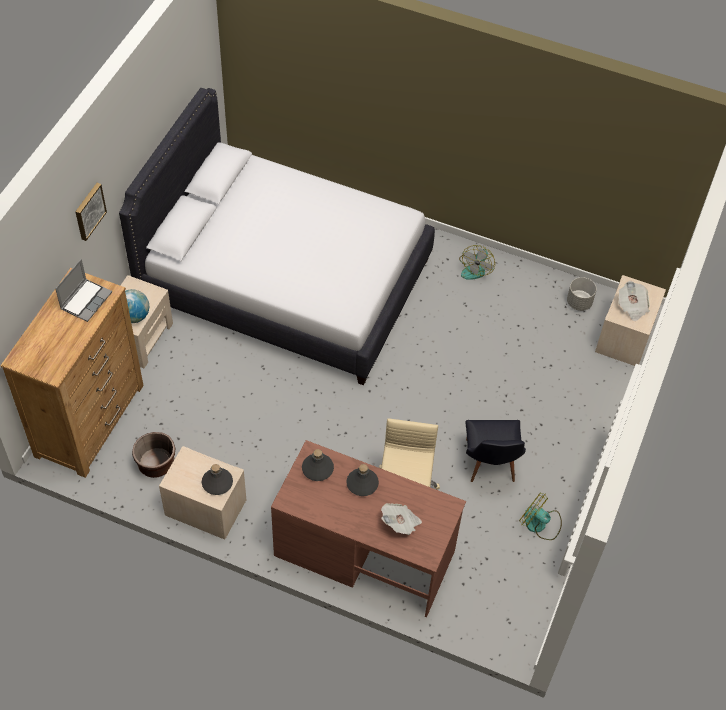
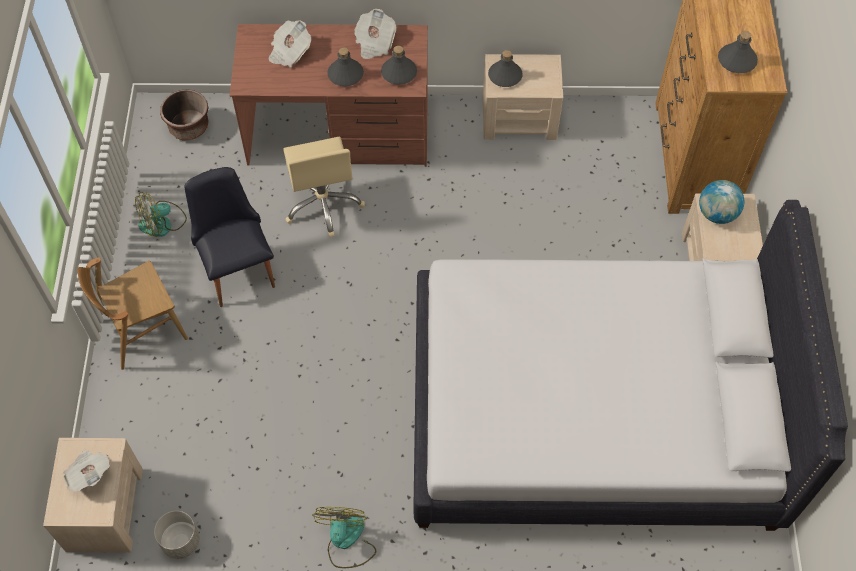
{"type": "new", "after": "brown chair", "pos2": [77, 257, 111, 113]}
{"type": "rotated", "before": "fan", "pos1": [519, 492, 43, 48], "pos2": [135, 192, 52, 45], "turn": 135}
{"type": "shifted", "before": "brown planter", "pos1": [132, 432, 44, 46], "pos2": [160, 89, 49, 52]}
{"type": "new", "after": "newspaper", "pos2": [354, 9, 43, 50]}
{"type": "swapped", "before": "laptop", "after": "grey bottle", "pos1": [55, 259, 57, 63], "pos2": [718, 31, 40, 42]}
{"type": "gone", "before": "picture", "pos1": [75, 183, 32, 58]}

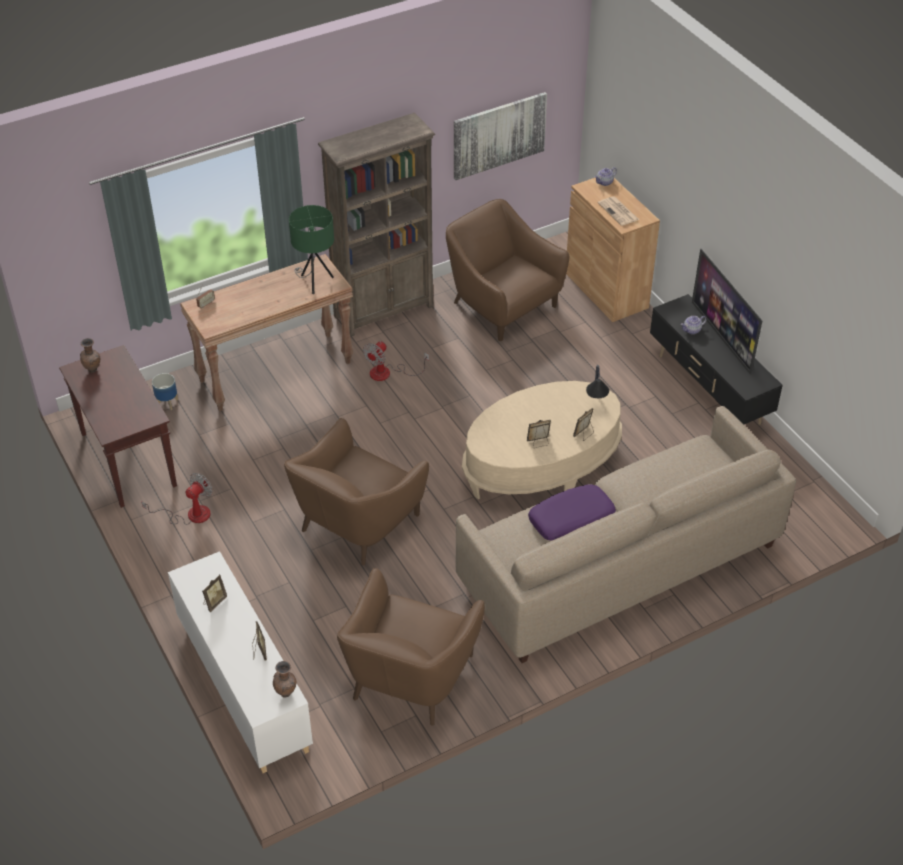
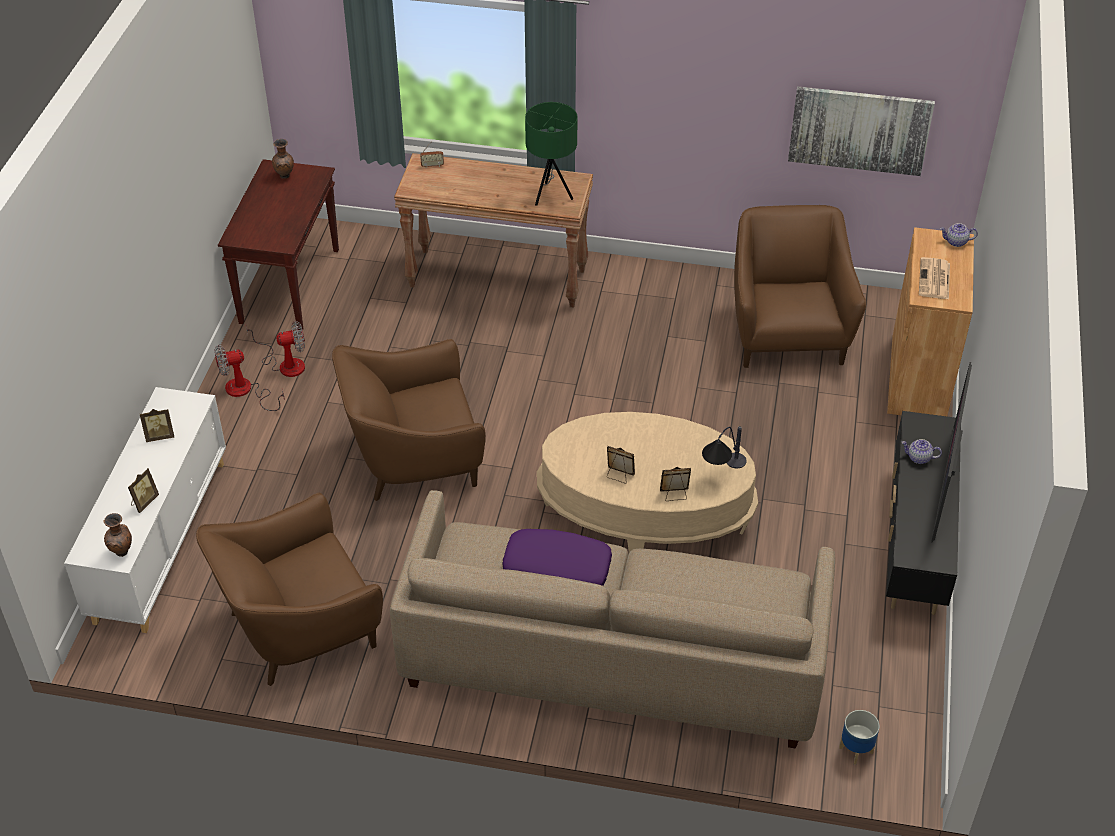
{"type": "shifted", "before": "fan", "pos1": [363, 341, 66, 40], "pos2": [214, 345, 71, 66]}
{"type": "shifted", "before": "planter", "pos1": [152, 373, 26, 37], "pos2": [839, 710, 41, 55]}
{"type": "gone", "before": "brown bookcase", "pos1": [318, 113, 117, 224]}

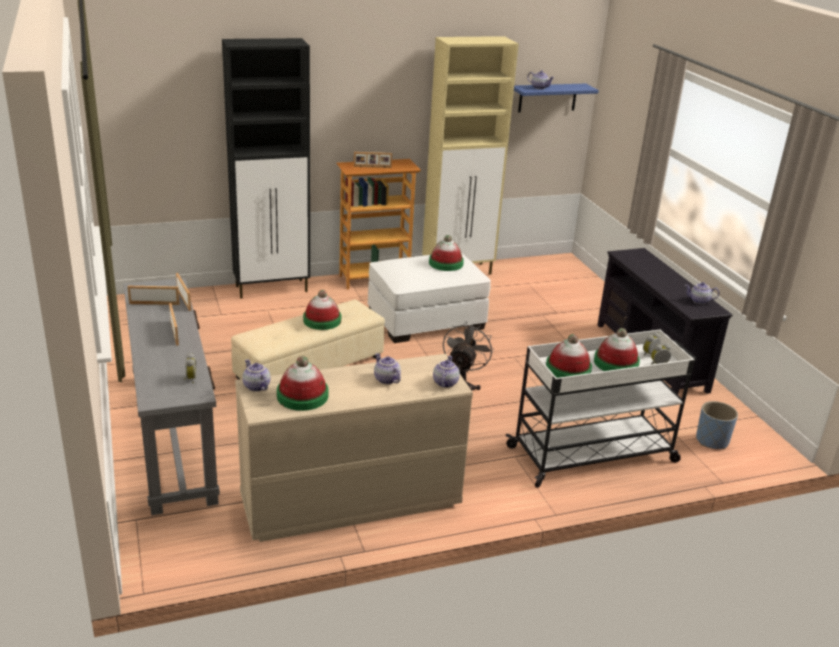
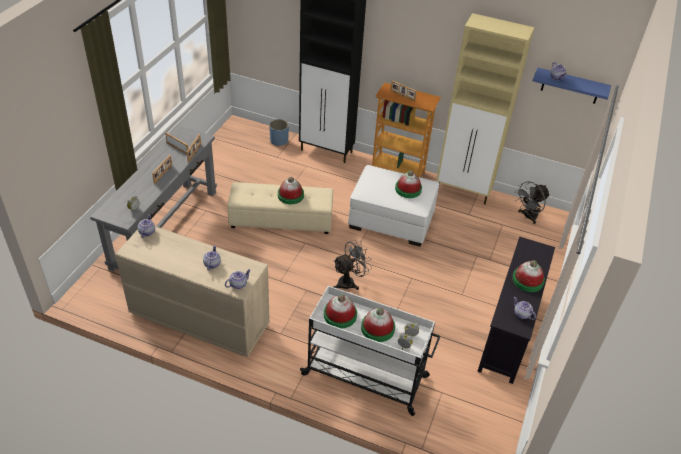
{"type": "shifted", "before": "blue planter", "pos1": [696, 401, 42, 48], "pos2": [269, 119, 20, 27]}
{"type": "shifted", "before": "hat", "pos1": [277, 356, 52, 55], "pos2": [512, 260, 33, 32]}
{"type": "new", "after": "grey fan", "pos2": [515, 181, 35, 43]}

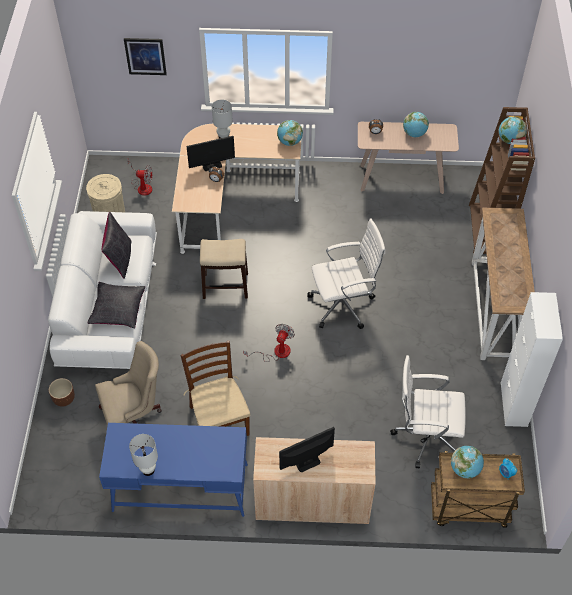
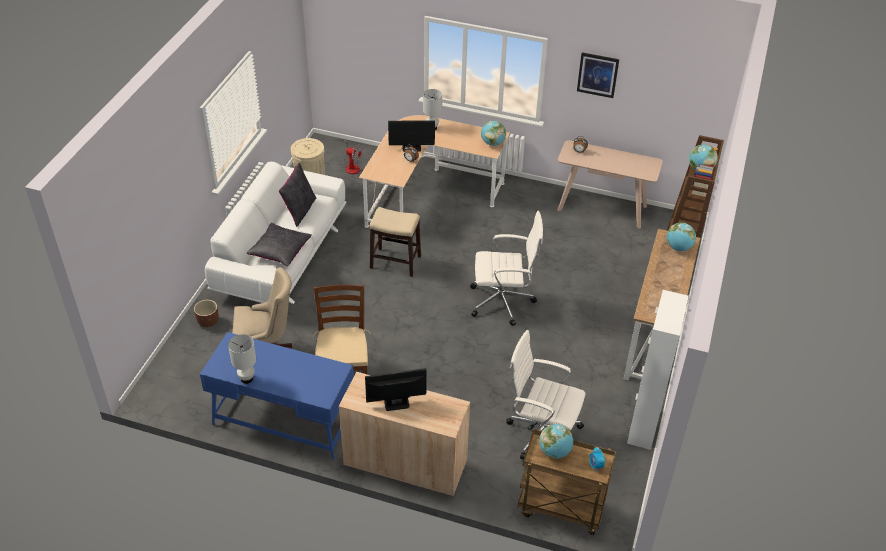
{"type": "shifted", "before": "picture", "pos1": [124, 38, 43, 37], "pos2": [577, 52, 42, 46]}
{"type": "shifted", "before": "globe", "pos1": [403, 112, 26, 25], "pos2": [667, 223, 29, 28]}
{"type": "gone", "before": "fan", "pos1": [243, 324, 52, 38]}

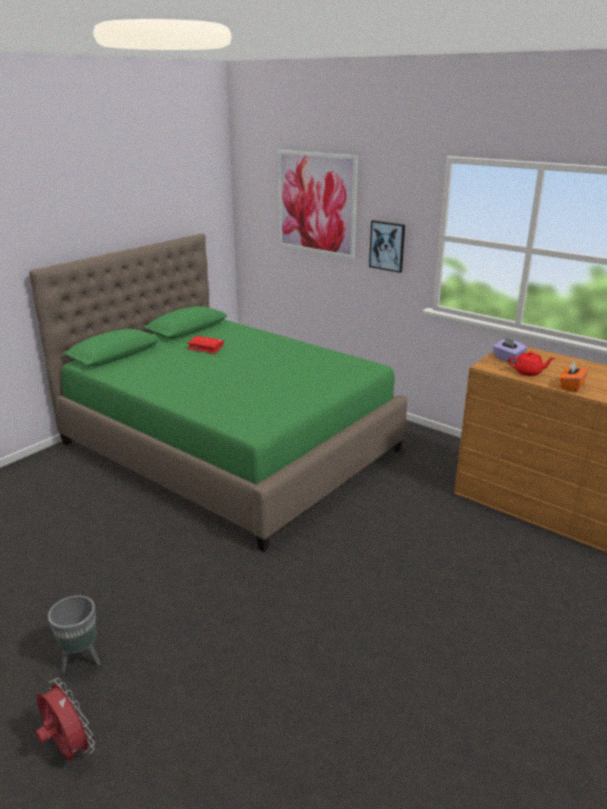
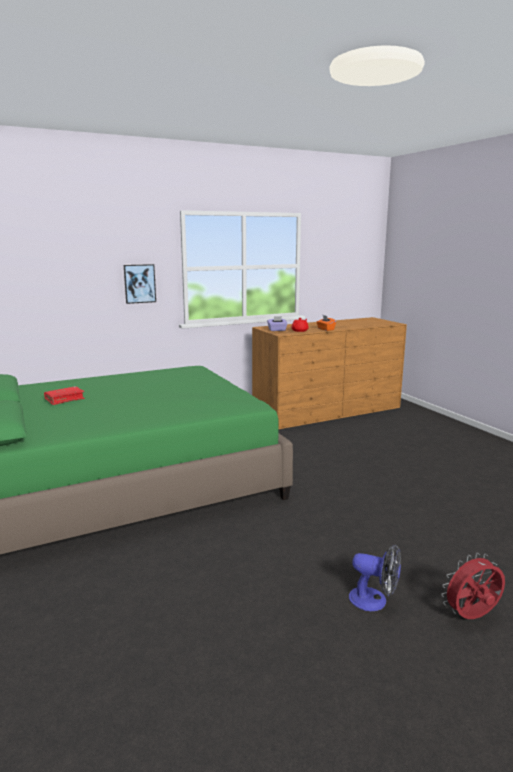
{"type": "swapped", "before": "grey planter", "after": "fan", "pos1": [48, 595, 53, 78], "pos2": [349, 544, 52, 67]}
{"type": "gone", "before": "picture", "pos1": [278, 150, 80, 109]}

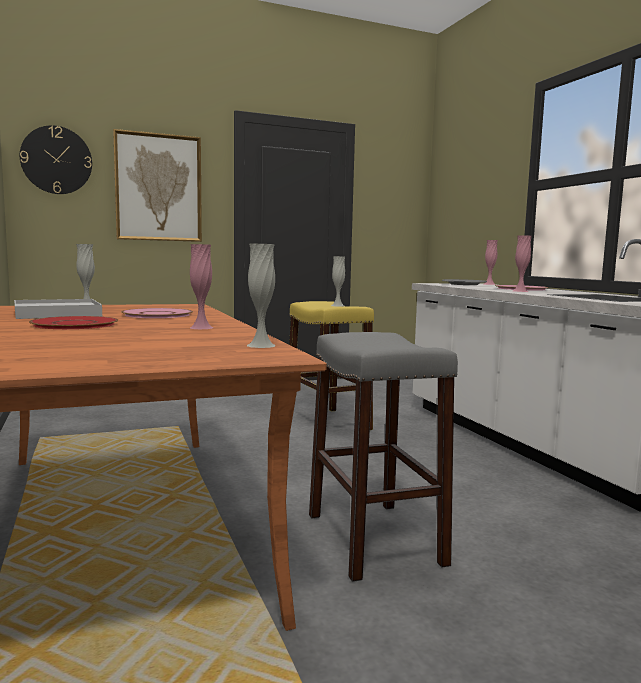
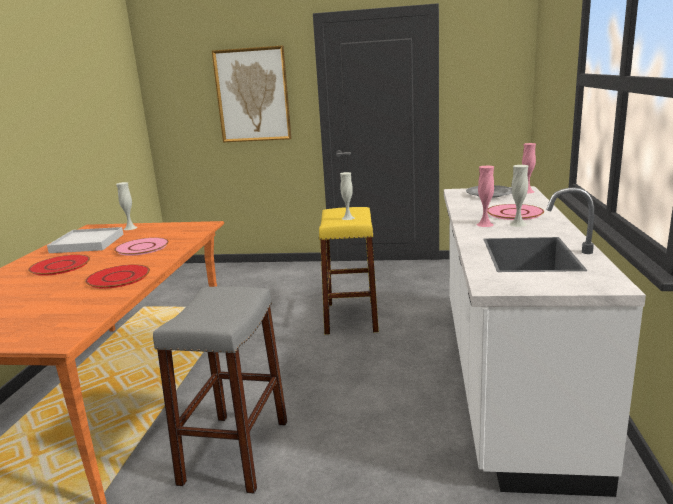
{"type": "swapped", "before": "pink vase", "after": "red plate", "pos1": [190, 244, 23, 85], "pos2": [85, 264, 65, 25]}
{"type": "shifted", "before": "white vase", "pos1": [247, 244, 28, 104], "pos2": [509, 165, 20, 62]}
{"type": "gone", "before": "wall clock", "pos1": [20, 125, 72, 69]}

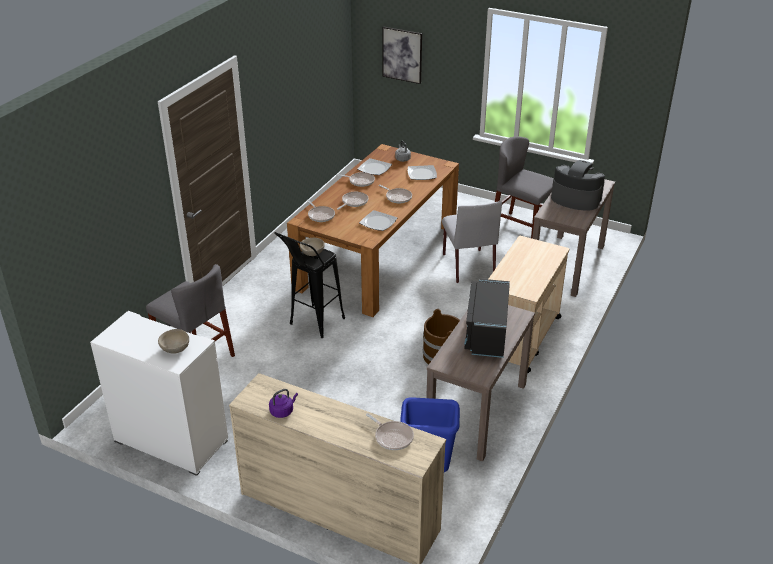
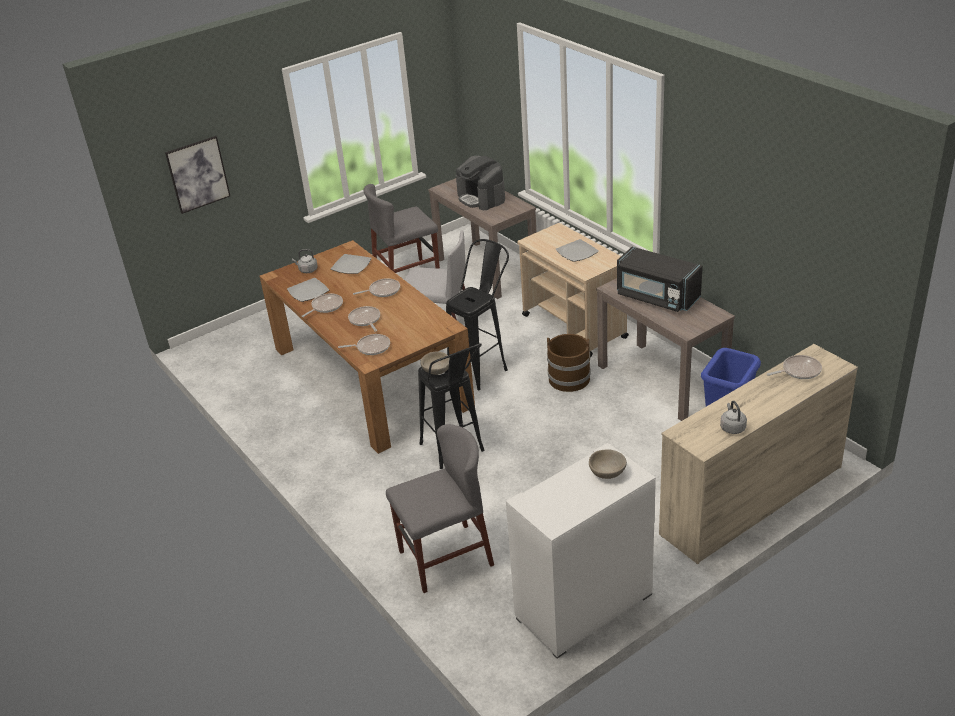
{"type": "new", "after": "black stool", "pos2": [446, 239, 63, 151]}
{"type": "rotated", "before": "coffee machine", "pos1": [551, 160, 54, 51], "pos2": [456, 156, 49, 54], "turn": -90}
{"type": "shifted", "before": "plate", "pos1": [359, 210, 38, 21], "pos2": [555, 239, 44, 23]}
{"type": "repainted", "before": "purple kettle", "after": "grey kettle", "pos1": [269, 389, 29, 29], "pos2": [720, 401, 27, 33]}

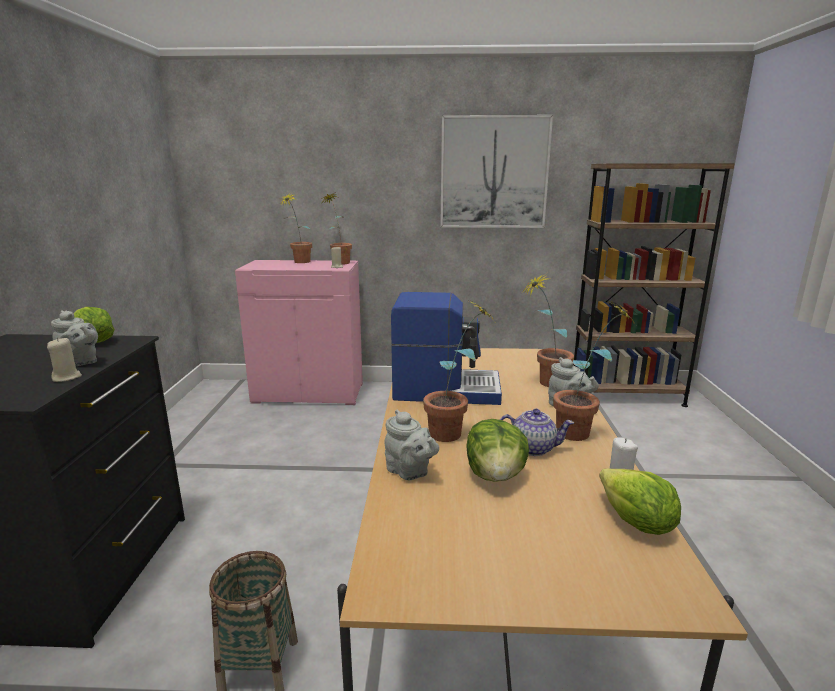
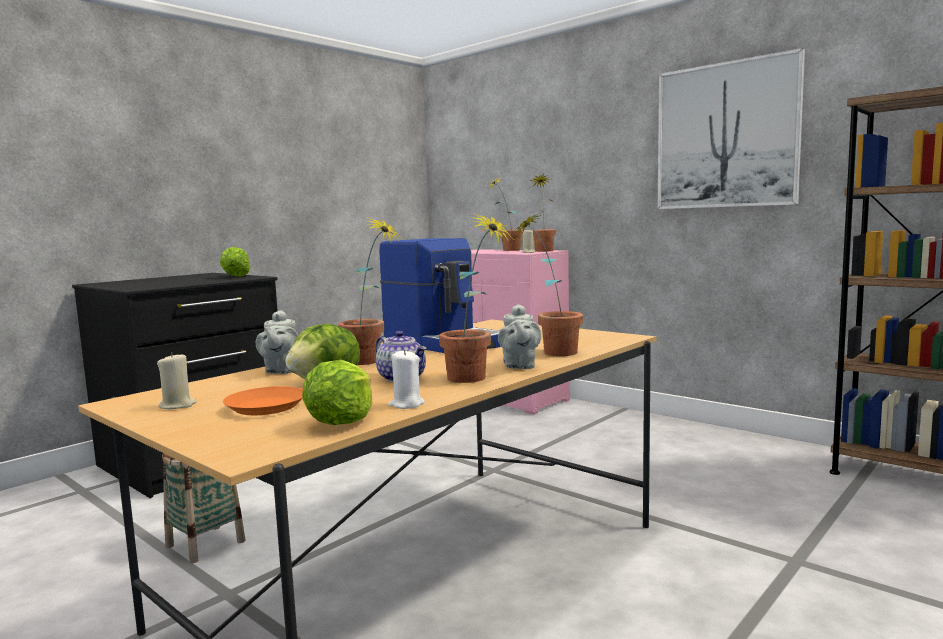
{"type": "shifted", "before": "beige candle", "pos1": [47, 337, 35, 45], "pos2": [157, 352, 40, 57]}
{"type": "new", "after": "orange plate", "pos2": [223, 386, 80, 29]}
{"type": "gone", "before": "grey teapot", "pos1": [51, 310, 47, 56]}

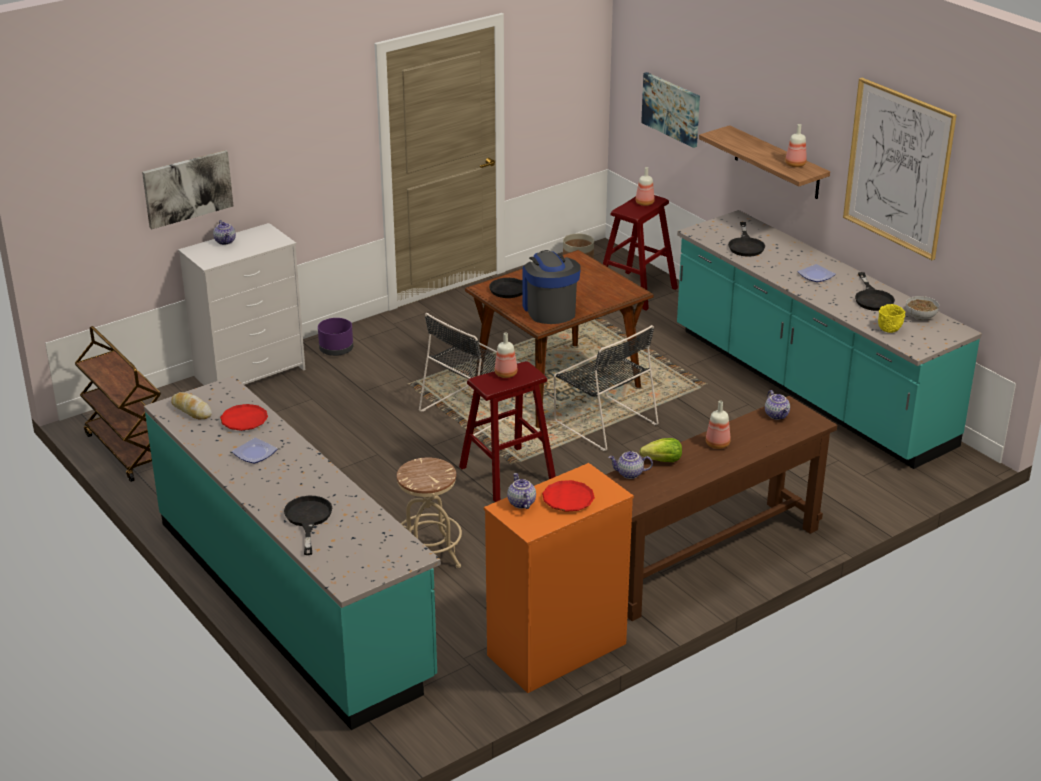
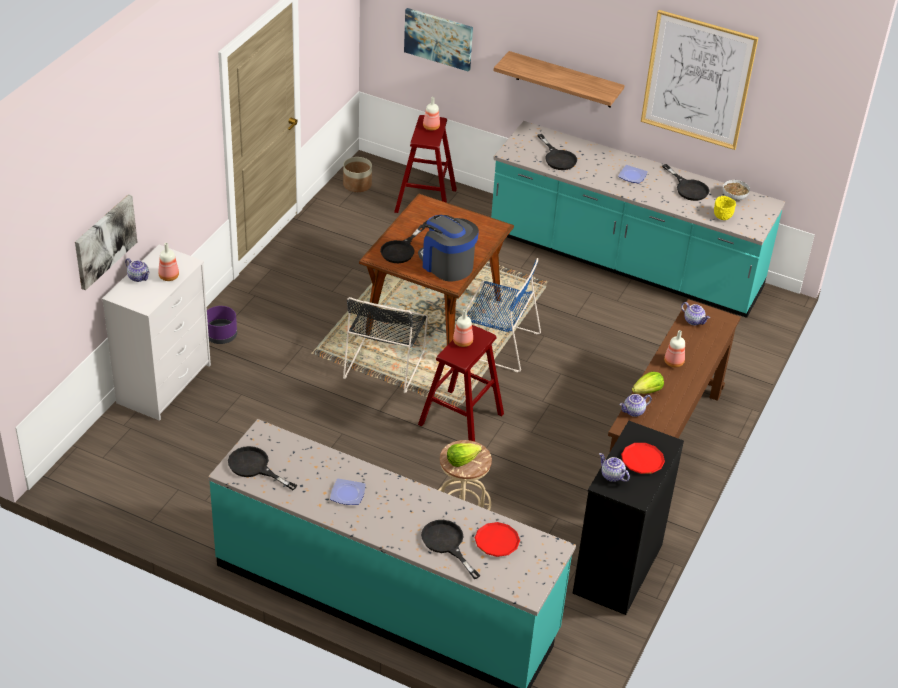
{"type": "shifted", "before": "bottle", "pos1": [785, 124, 22, 43], "pos2": [158, 243, 21, 38]}
{"type": "swapped", "before": "bread", "after": "black frying pan", "pos1": [171, 392, 41, 27], "pos2": [228, 446, 69, 44]}
{"type": "new", "after": "lettuce", "pos2": [447, 443, 35, 24]}
{"type": "repainted", "before": "black chair", "after": "blue chair", "pos1": [554, 325, 104, 126], "pos2": [462, 258, 79, 114]}
{"type": "shifted", "before": "red plate", "pos1": [220, 404, 48, 27], "pos2": [475, 522, 45, 35]}
{"type": "repainted", "before": "orange dresser", "after": "black dresser", "pos1": [484, 463, 150, 230], "pos2": [573, 421, 111, 194]}
{"type": "gone", "before": "brown cart", "pos1": [75, 326, 86, 156]}

